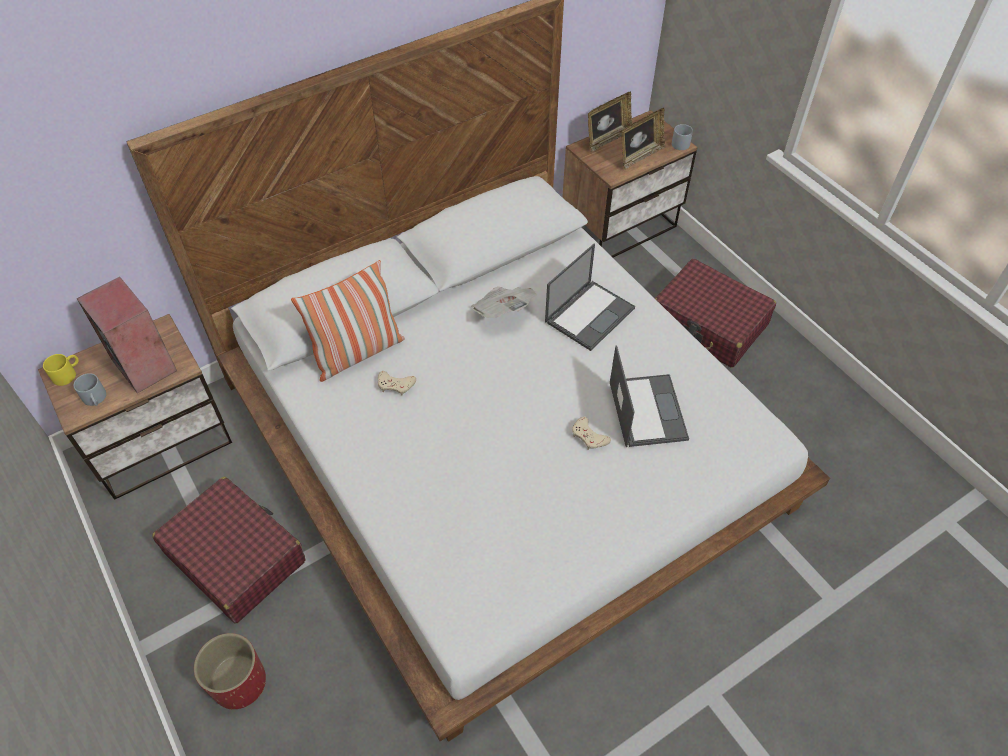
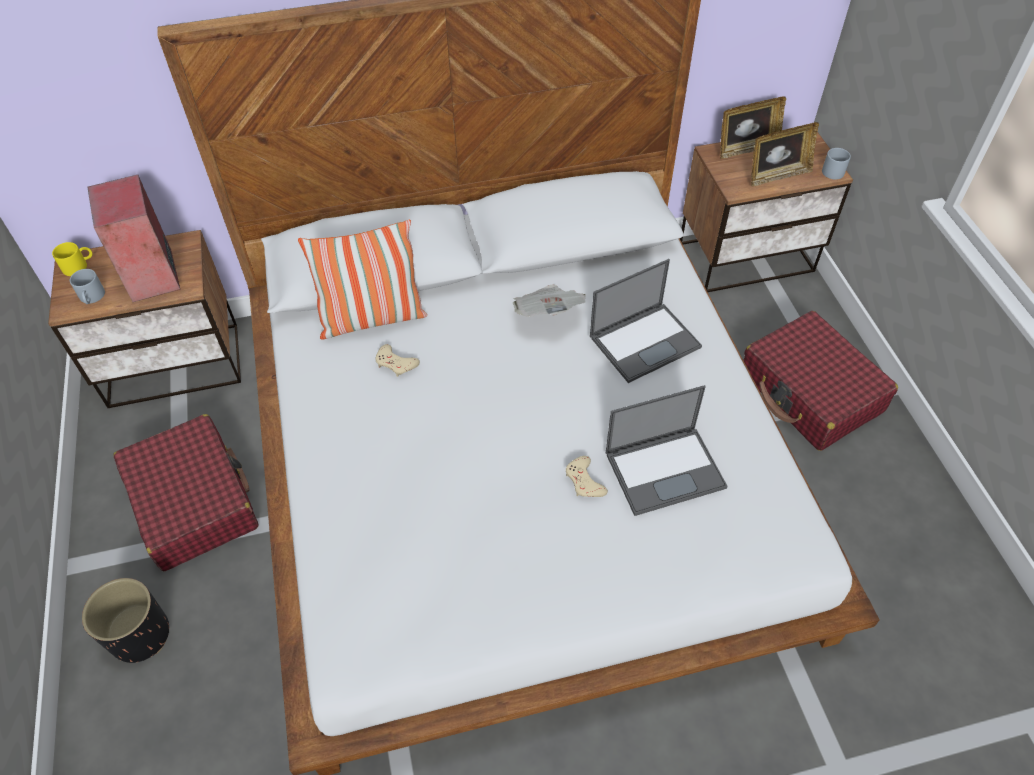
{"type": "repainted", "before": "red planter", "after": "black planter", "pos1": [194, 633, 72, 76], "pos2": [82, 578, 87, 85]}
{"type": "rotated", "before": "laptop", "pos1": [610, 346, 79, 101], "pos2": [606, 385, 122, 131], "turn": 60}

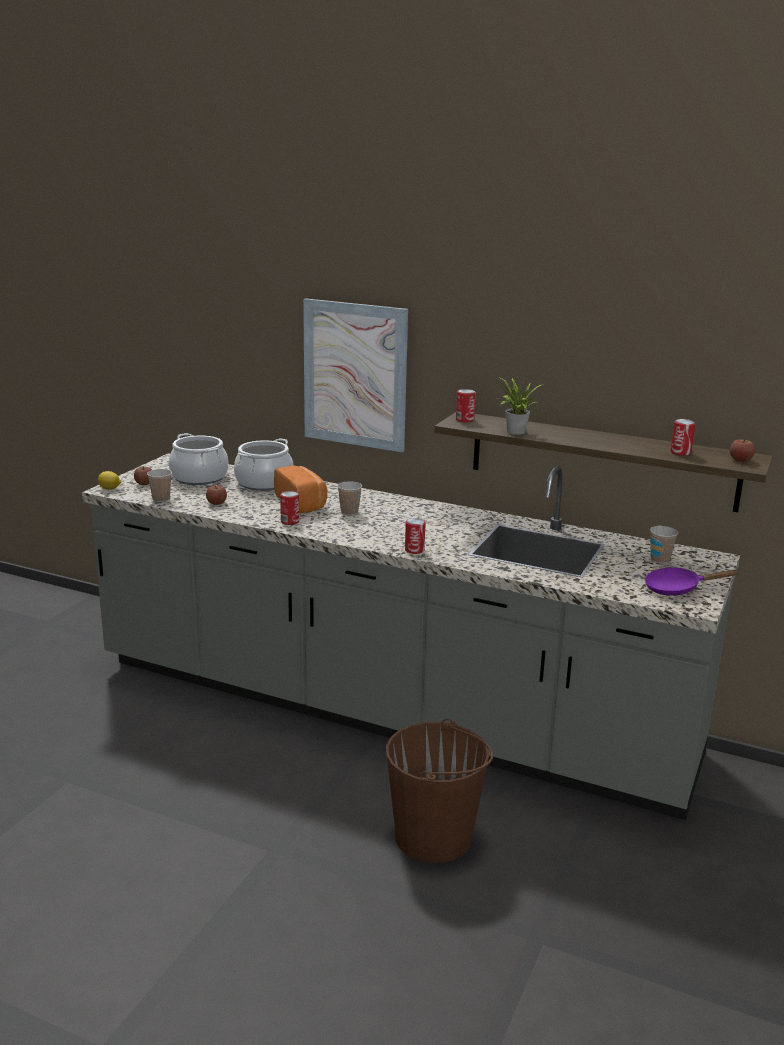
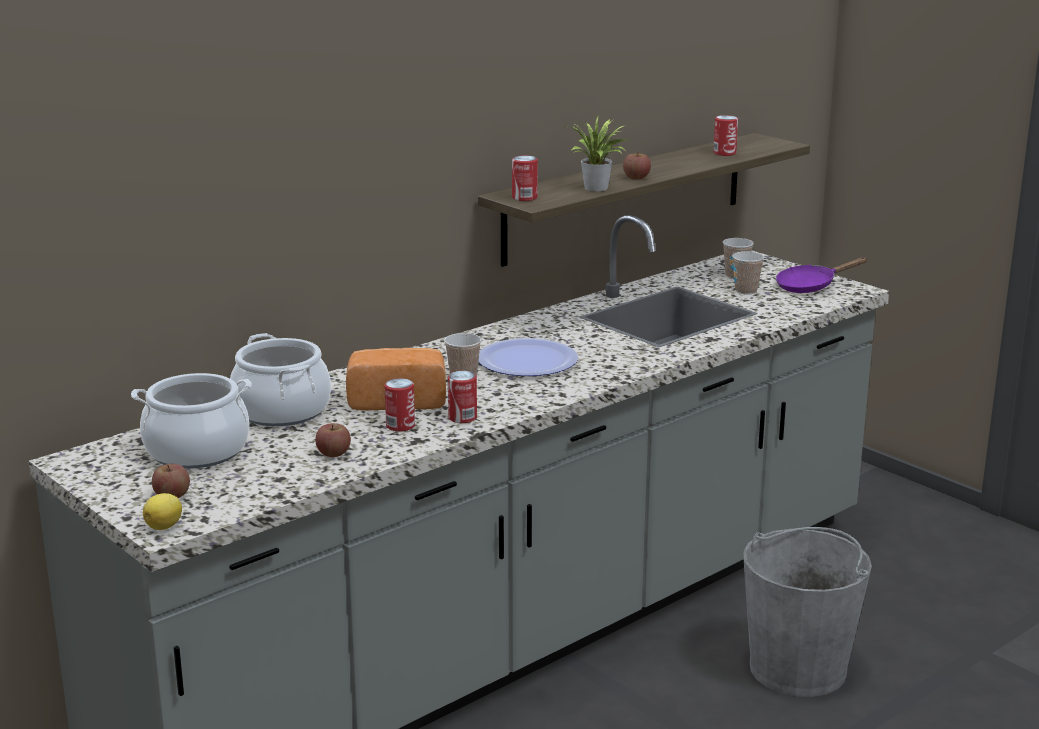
{"type": "shifted", "before": "can", "pos1": [405, 518, 21, 36], "pos2": [385, 378, 30, 54]}
{"type": "new", "after": "plate", "pos2": [478, 338, 100, 38]}
{"type": "shifted", "before": "apple", "pos1": [730, 439, 25, 23], "pos2": [623, 152, 28, 27]}
{"type": "shifted", "before": "cup", "pos1": [147, 469, 25, 33], "pos2": [732, 251, 32, 44]}
{"type": "repainted", "before": "brown bucket", "after": "grey bucket", "pos1": [386, 719, 107, 144], "pos2": [743, 527, 129, 170]}
{"type": "rotated", "before": "purple frying pan", "pos1": [644, 567, 96, 29], "pos2": [776, 257, 92, 36], "turn": 45}
{"type": "gone", "before": "picture", "pos1": [303, 298, 105, 154]}

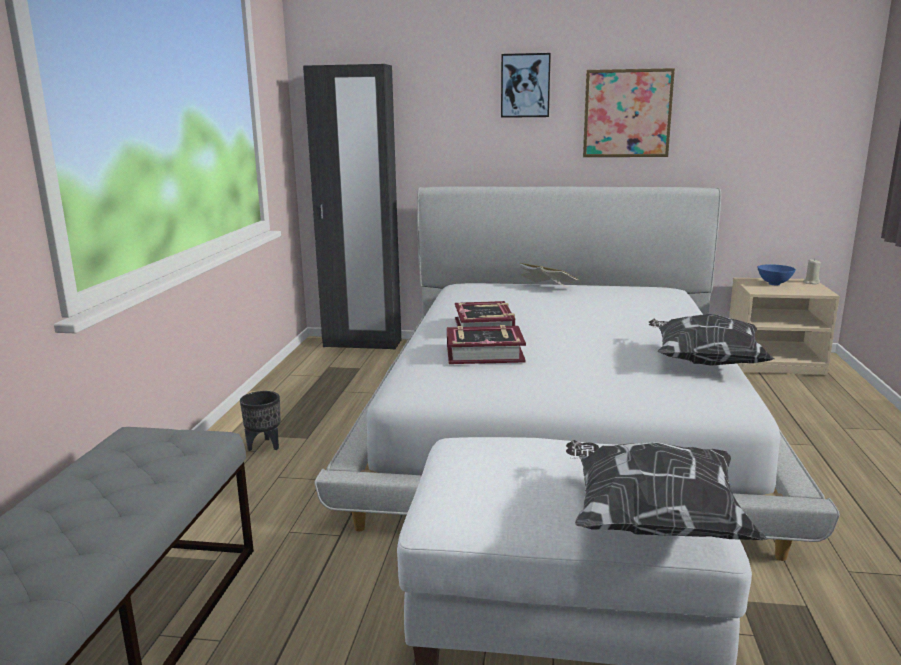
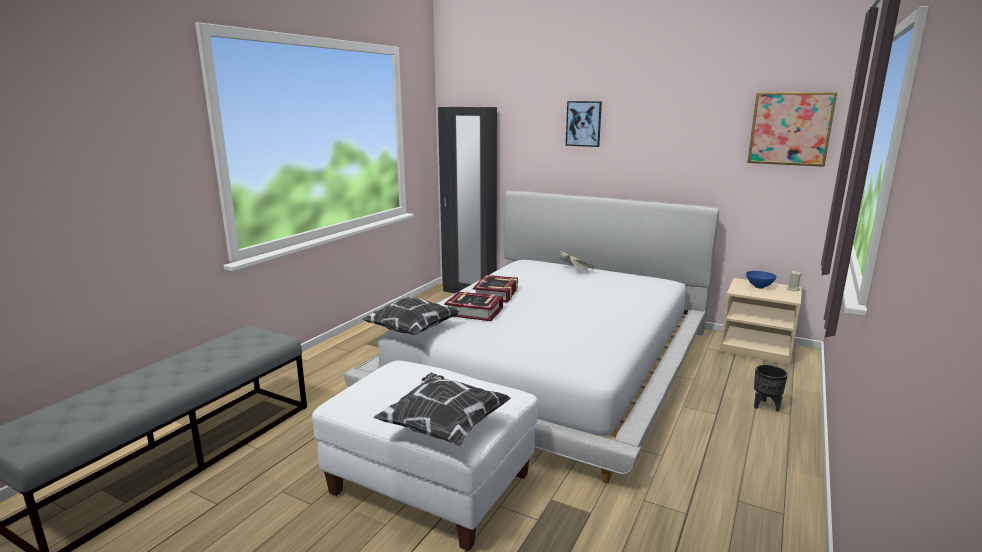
{"type": "shifted", "before": "pillow", "pos1": [649, 314, 125, 52], "pos2": [362, 297, 97, 38]}
{"type": "shifted", "before": "picture", "pos1": [583, 68, 92, 89], "pos2": [747, 92, 90, 75]}
{"type": "shifted", "before": "black planter", "pos1": [240, 391, 41, 60], "pos2": [754, 365, 34, 47]}

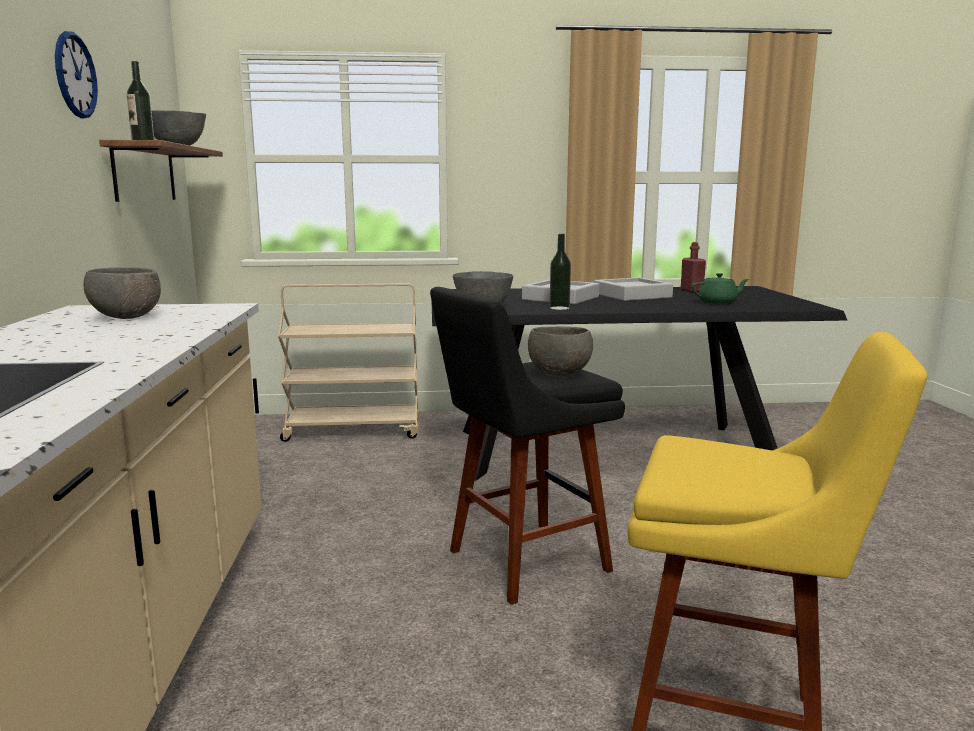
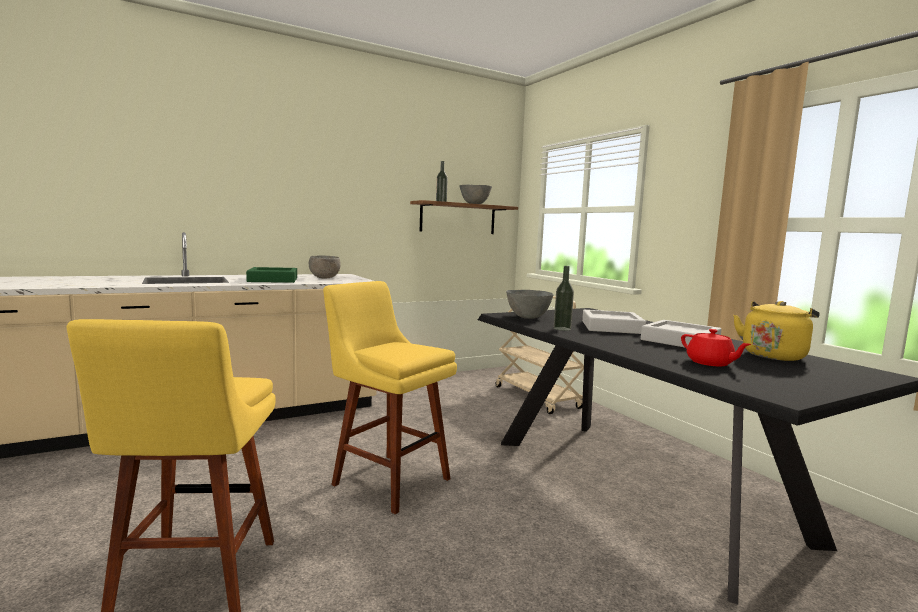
{"type": "new", "after": "green tray", "pos2": [246, 267, 51, 16]}
{"type": "repainted", "before": "black stool", "after": "yellow stool", "pos1": [430, 287, 195, 318], "pos2": [323, 281, 134, 234]}
{"type": "repainted", "before": "green teapot", "after": "red teapot", "pos1": [692, 273, 57, 31], "pos2": [681, 329, 70, 37]}
{"type": "swapped", "before": "red bottle", "after": "yellow kettle", "pos1": [681, 242, 25, 50], "pos2": [733, 301, 87, 60]}
{"type": "gone", "before": "wall clock", "pos1": [55, 31, 43, 87]}
{"type": "gone", "before": "grey bowl", "pos1": [528, 326, 65, 49]}

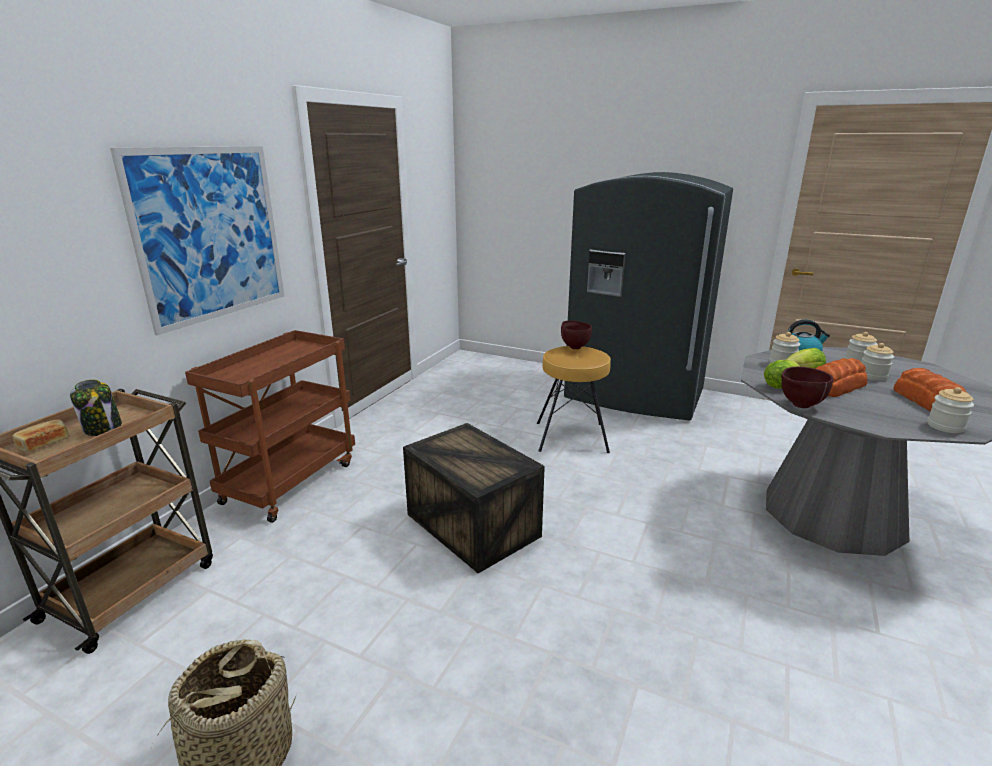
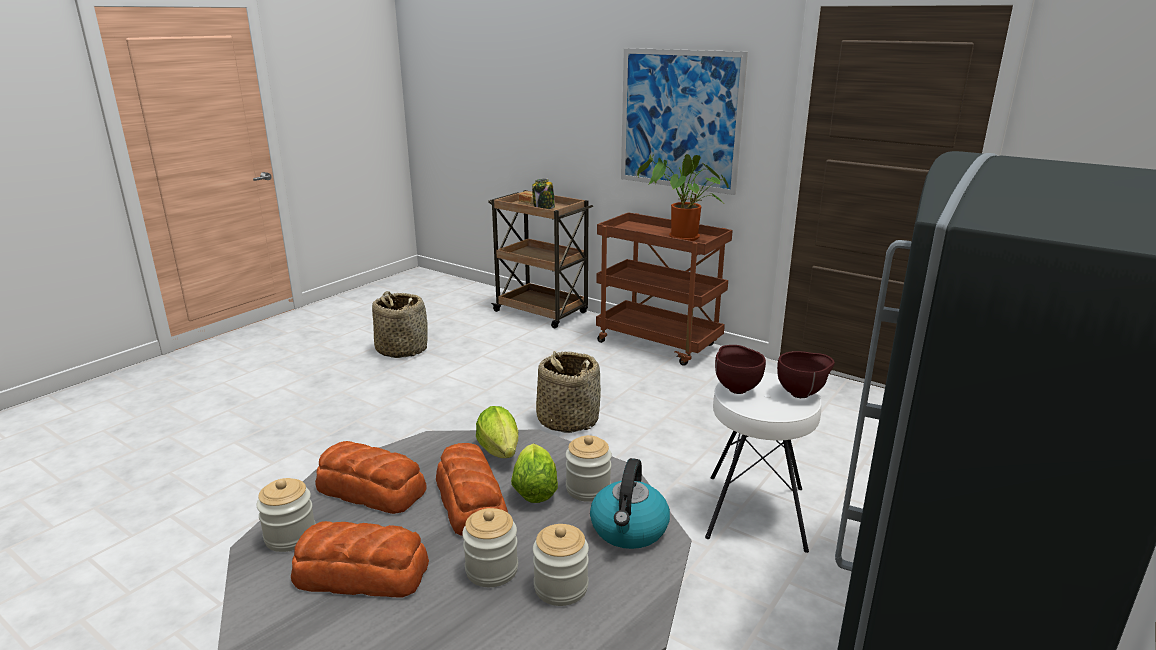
{"type": "new", "after": "bread", "pos2": [315, 441, 111, 73]}
{"type": "swapped", "before": "crate", "after": "basket", "pos1": [403, 423, 142, 150], "pos2": [536, 351, 65, 82]}
{"type": "new", "after": "potted plant", "pos2": [637, 154, 92, 87]}
{"type": "repainted", "before": "brown stool", "after": "white stool", "pos1": [537, 346, 74, 107], "pos2": [705, 372, 117, 181]}
{"type": "shifted", "before": "brown bowl", "pos1": [781, 367, 52, 41], "pos2": [715, 345, 51, 49]}

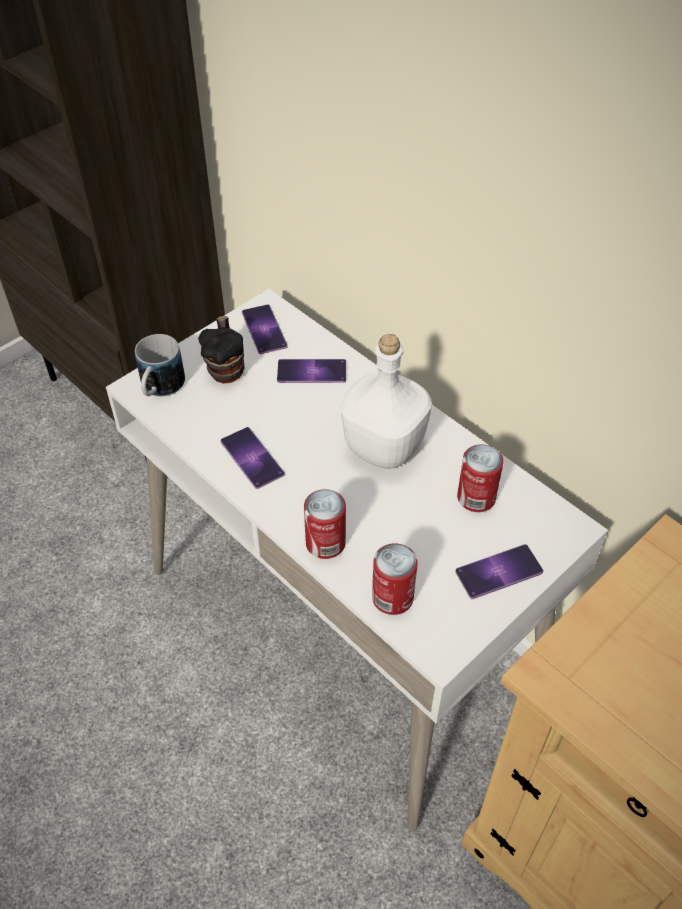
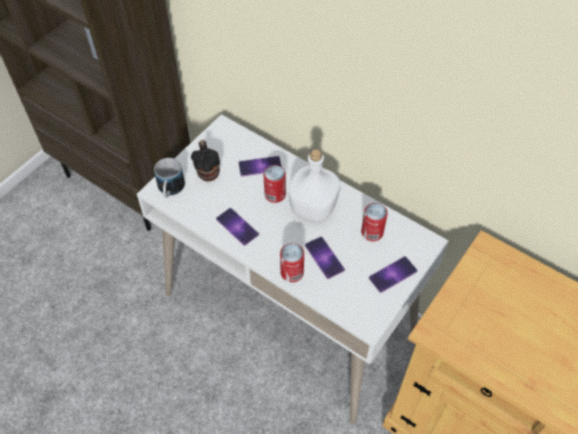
{"type": "shifted", "before": "can", "pos1": [372, 544, 46, 71], "pos2": [263, 165, 23, 38]}
{"type": "shifted", "before": "phone", "pos1": [242, 304, 46, 50], "pos2": [305, 237, 40, 42]}

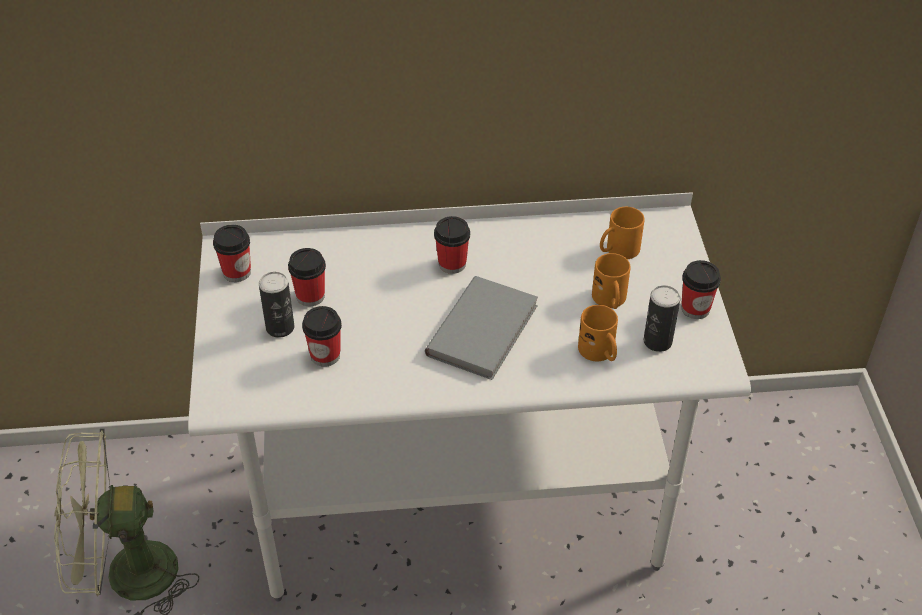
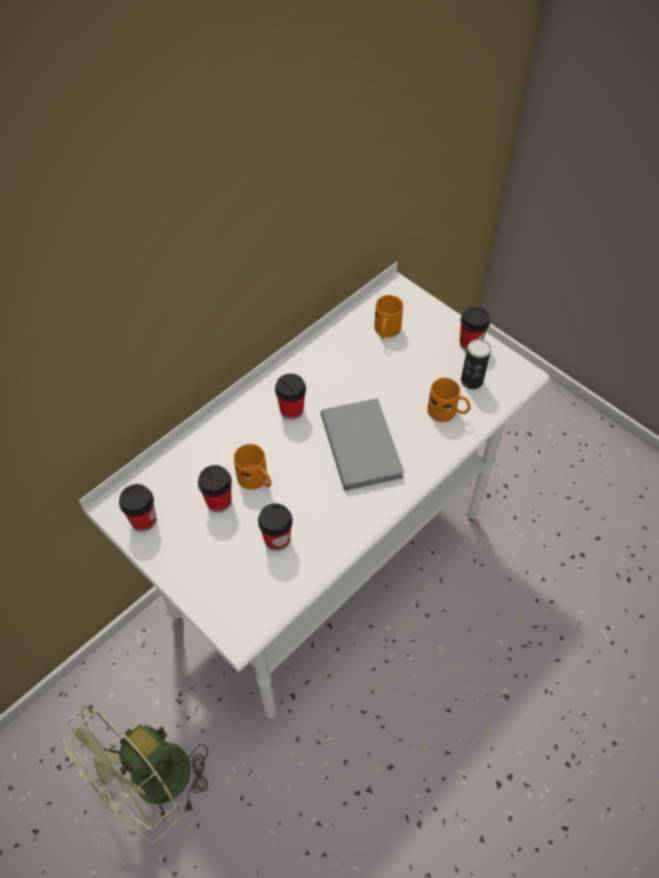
{"type": "shifted", "before": "orange mug", "pos1": [592, 253, 38, 56], "pos2": [234, 444, 38, 46]}
{"type": "gone", "before": "can", "pos1": [259, 272, 35, 66]}

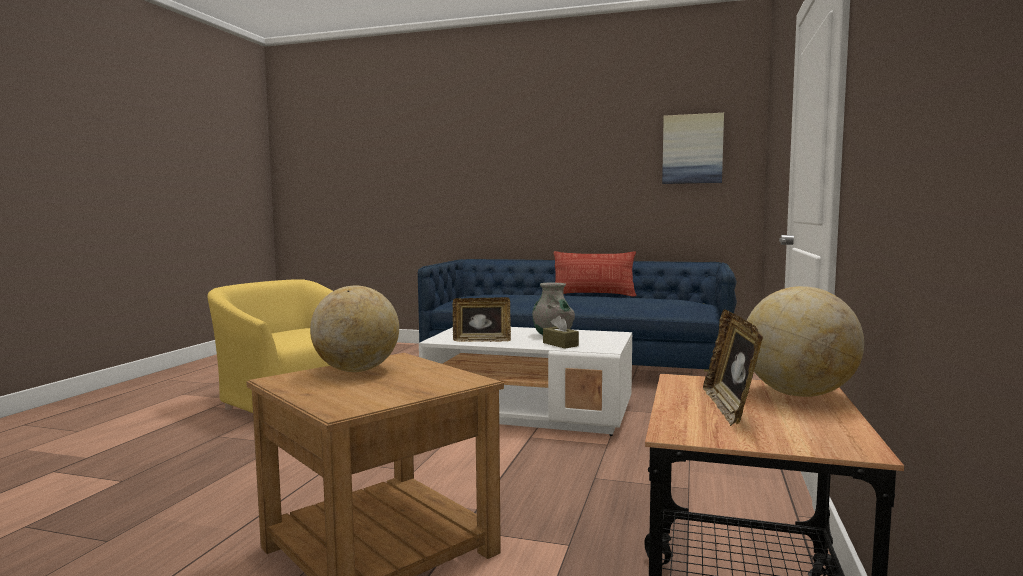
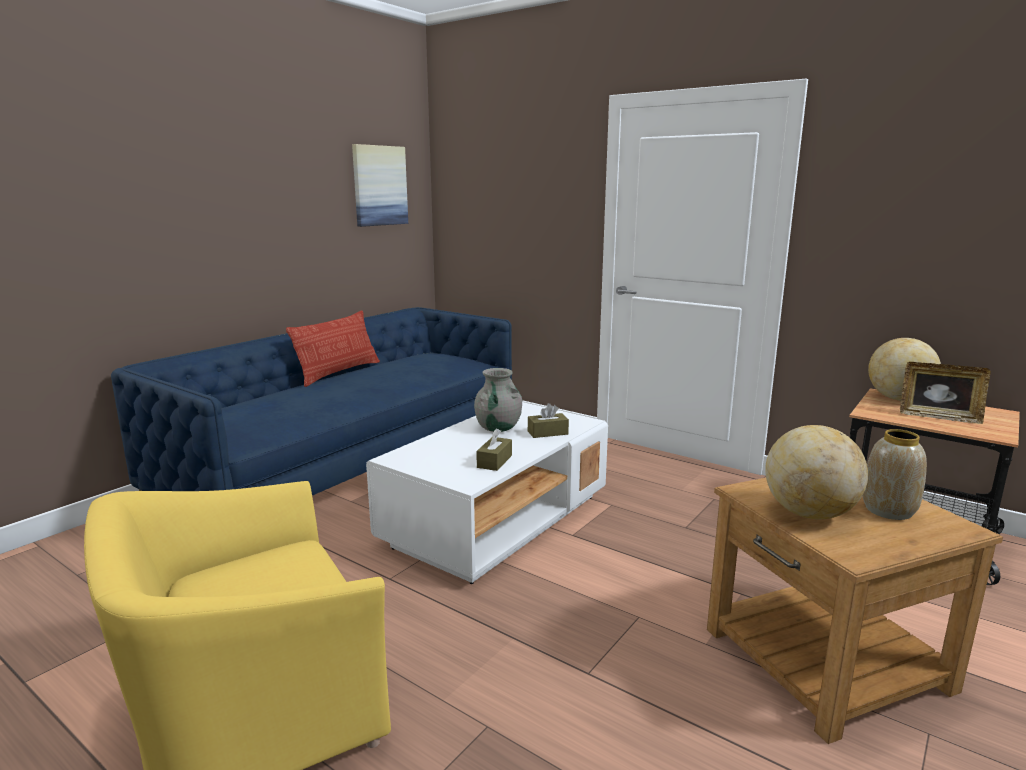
{"type": "swapped", "before": "picture frame", "after": "brown tissue box", "pos1": [453, 297, 58, 45], "pos2": [476, 429, 36, 42]}
{"type": "new", "after": "vase", "pos2": [863, 429, 64, 91]}

